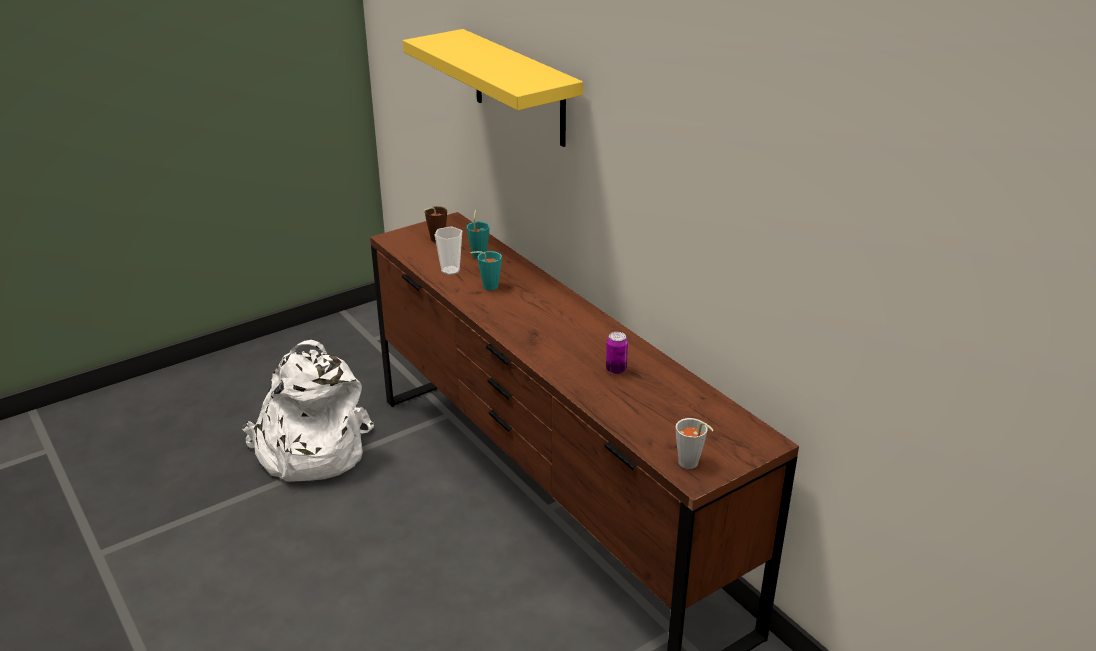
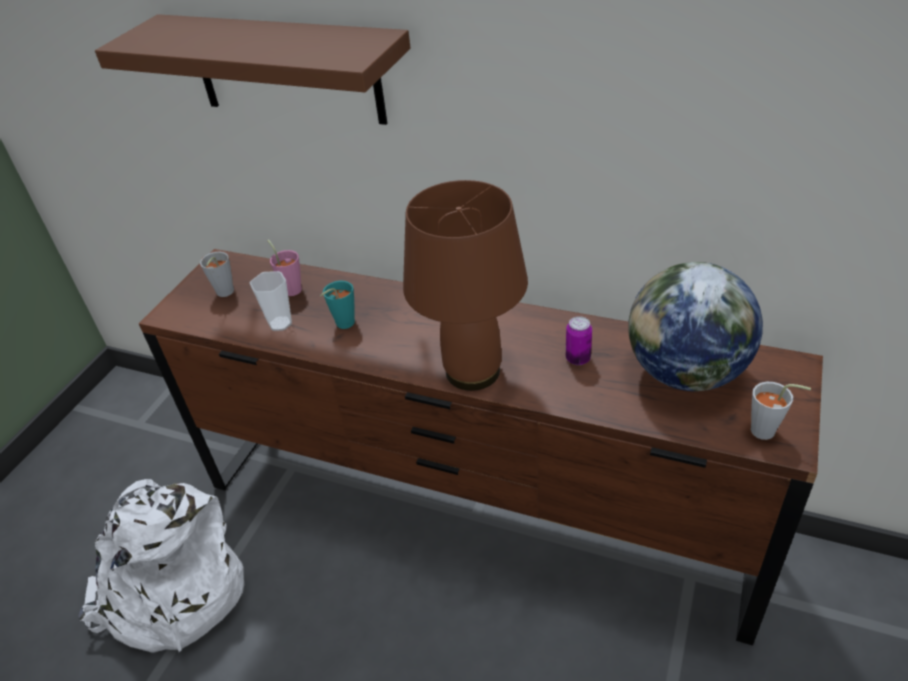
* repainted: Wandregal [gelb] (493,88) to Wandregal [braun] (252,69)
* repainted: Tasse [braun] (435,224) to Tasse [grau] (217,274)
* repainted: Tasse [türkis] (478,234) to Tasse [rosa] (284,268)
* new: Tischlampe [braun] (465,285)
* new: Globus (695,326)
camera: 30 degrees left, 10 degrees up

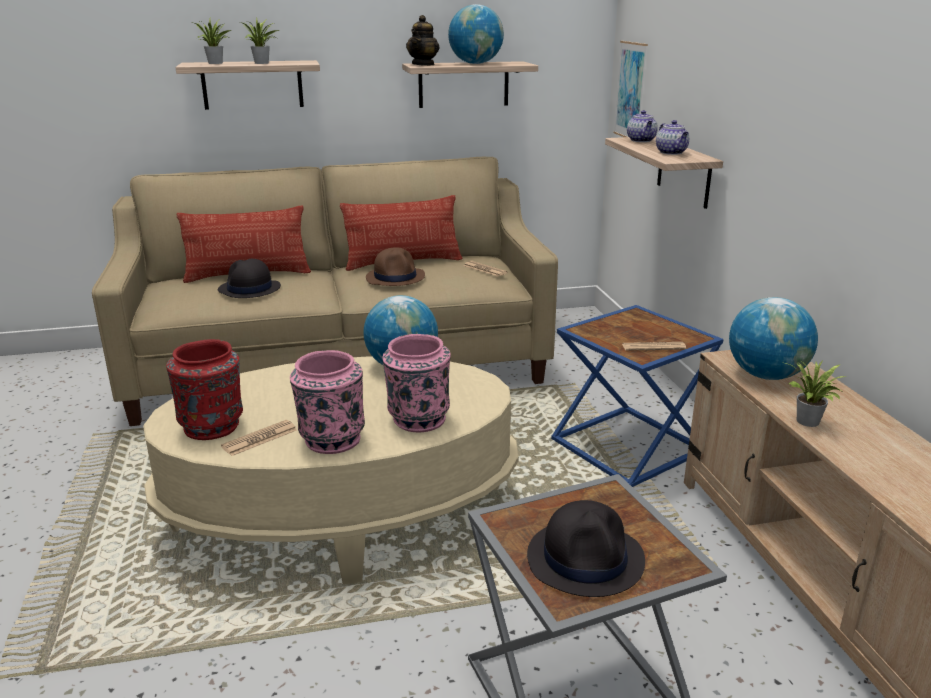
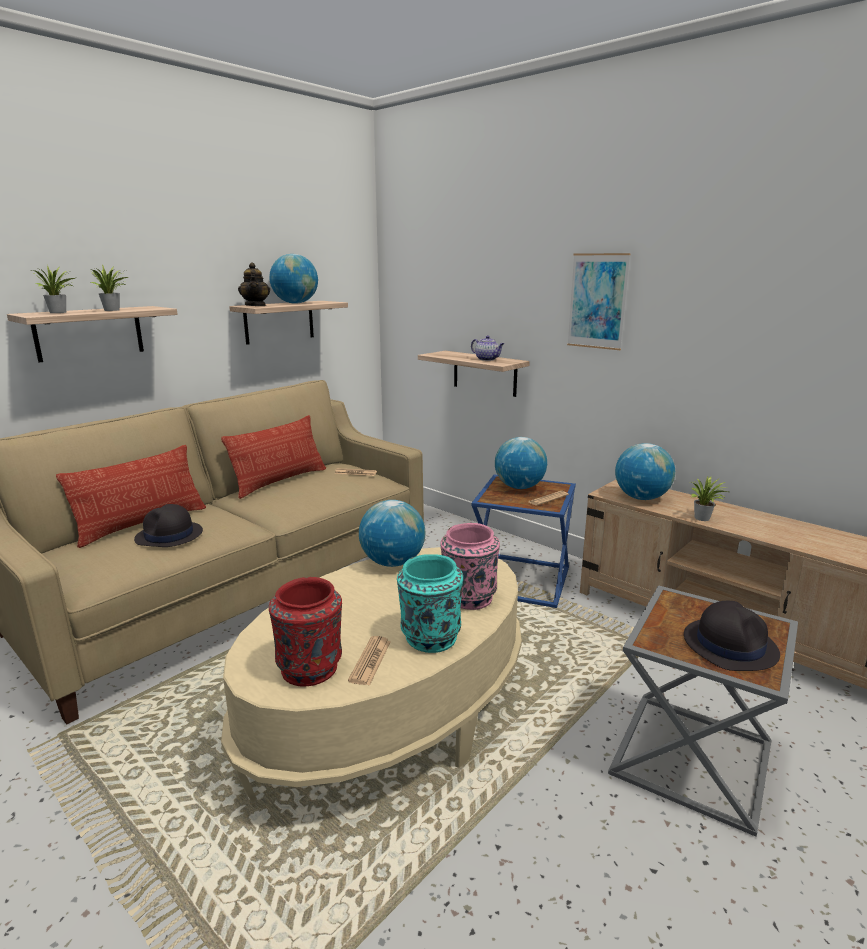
* repainted: Vase [rosa] (327,402) to Vase [türkis] (430,603)
* gone: Hut [braun] (395,266)
* shifted: Bild (630,89) to (599,301)
* gone: Teekanne (642,126)
* new: Globus (521,463)
camera: 35 degrees left, 5 degrees down

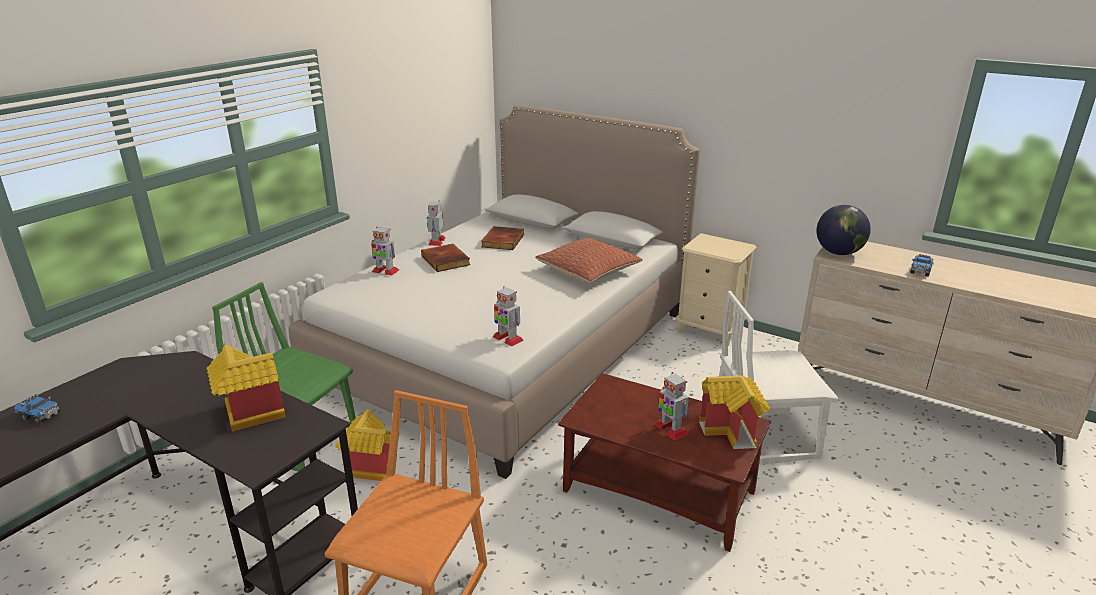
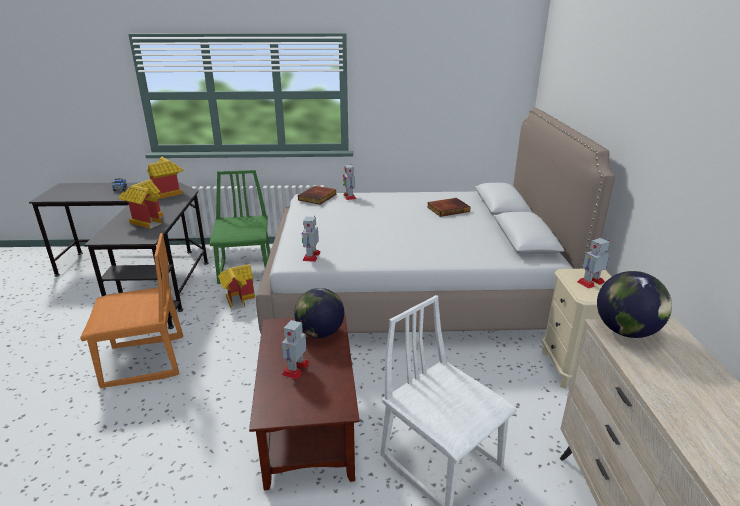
* shifted: Buch (445,258) to (317,195)
* shifted: Spielzeugroboter (436,223) to (593,263)
* gone: Kissen (588,260)
* shifted: Spielzeughaus (734,412) to (165,178)
* gone: Spielzeuglaster (922,265)
* new: Globus (319,313)
camera: 55 degrees right, 0 degrees up

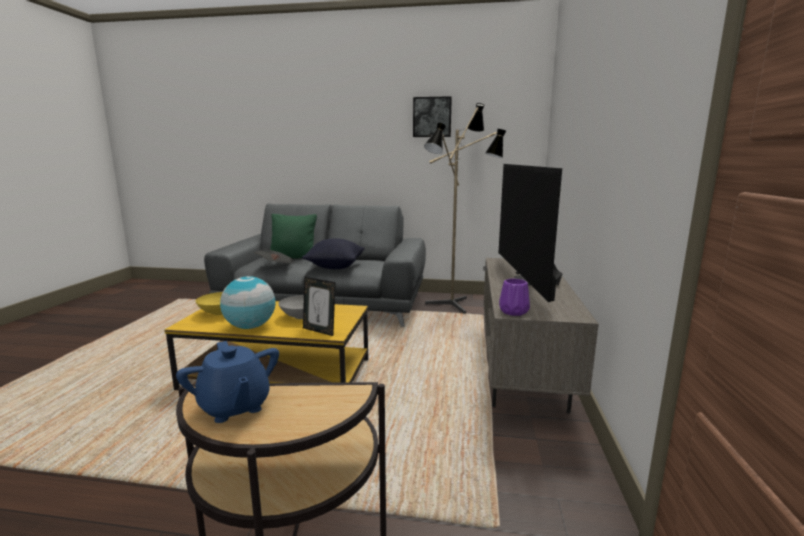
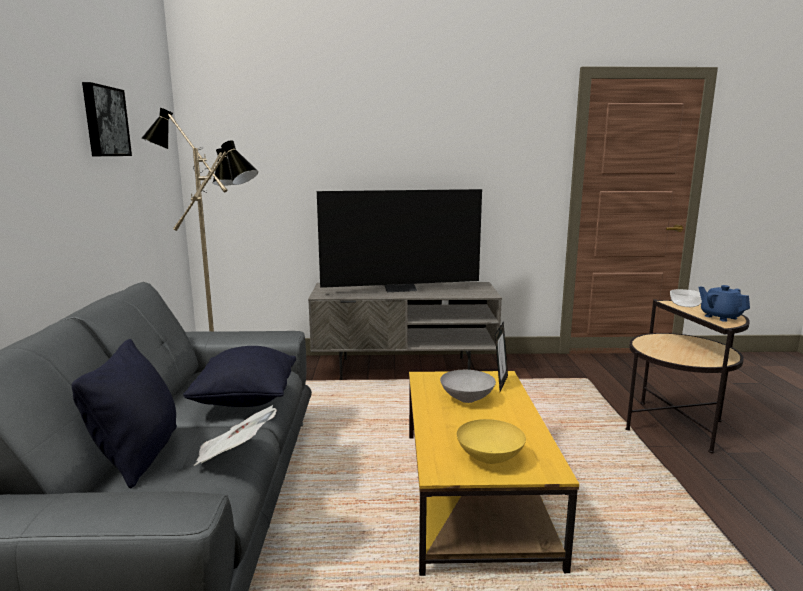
* rotated: Teekanne [blau] (227,382) = (724,303) 75 degrees counterclockwise
* gone: Globus (248,302)
* repainted: Kissen [grün] (293,236) to Kissen [schwarz] (124,413)
* gone: Vase [lila] (514,297)
* new: Schüssel (686,298)
camera: 100 degrees left, 0 degrees up

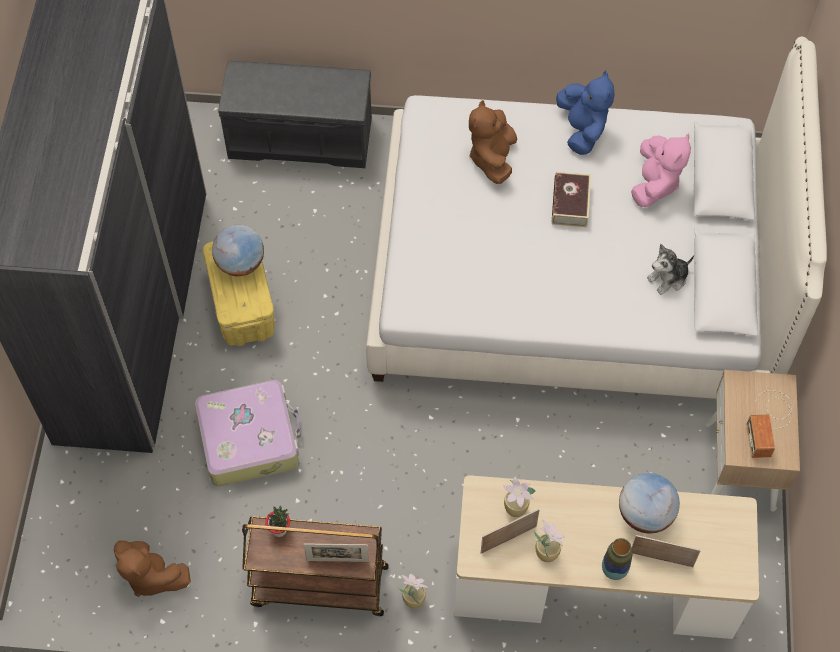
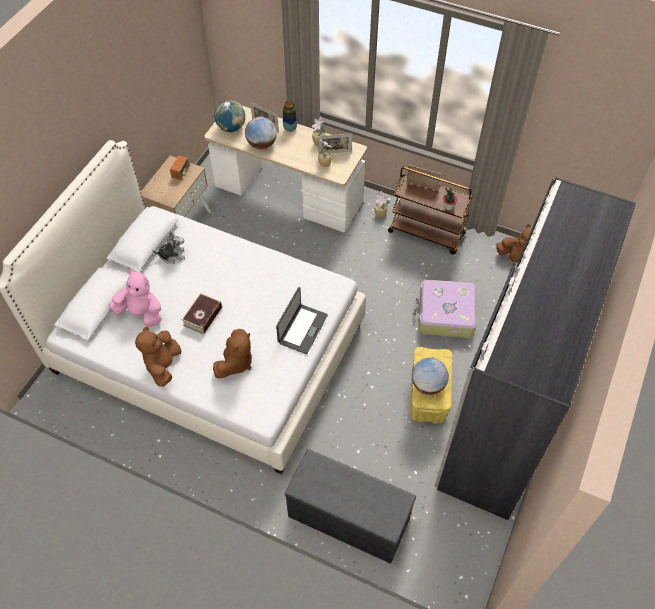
* repainted: Plüschtier [blau] (585,113) to Plüschtier [braun] (158,356)
* rotated: Plüschtier [rosa] (661,170) = (135,298) 75 degrees clockwise
* new: Globus (229,116)
* new: Laptop (302,320)
camera: 160 degrees left, 5 degrees down

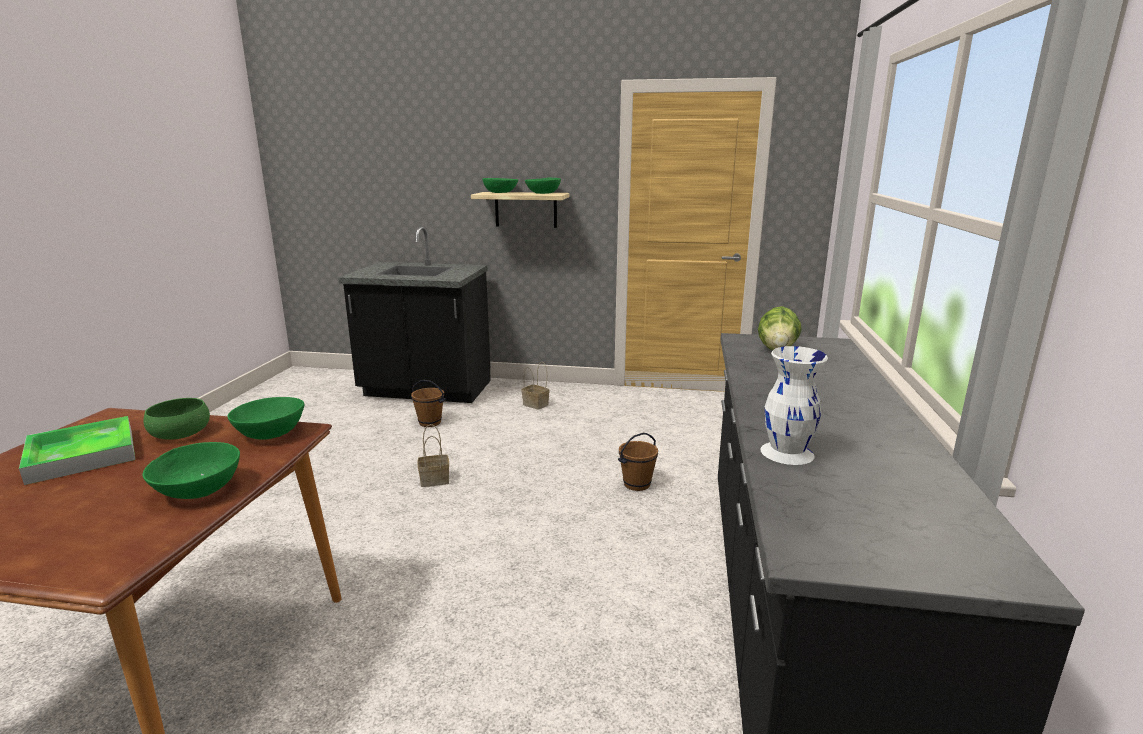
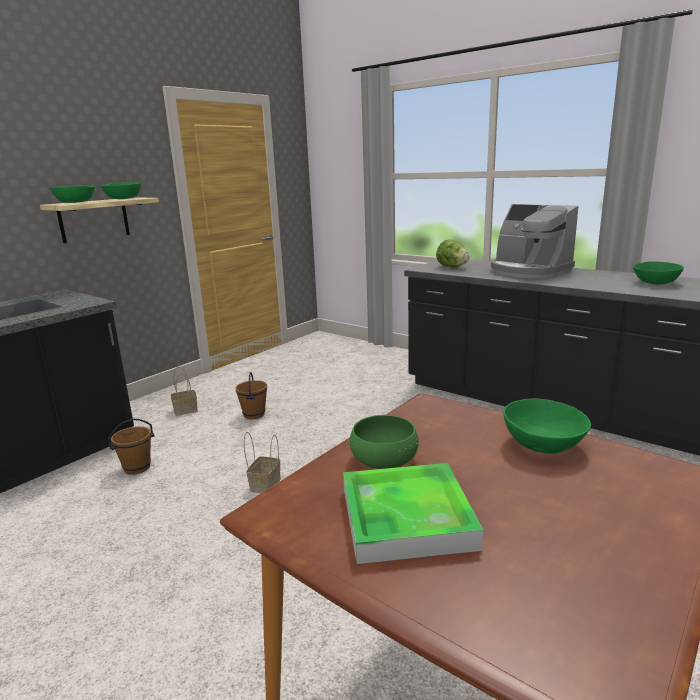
* shifted: Schüssel [grün] (266,418) to (658,272)
* shifted: Eimer [braun] (638,462) to (251,395)
* gone: Vase [weiß] (794,405)
* new: Kaffeemaschine (534,241)
camera: 60 degrees left, 0 degrees up

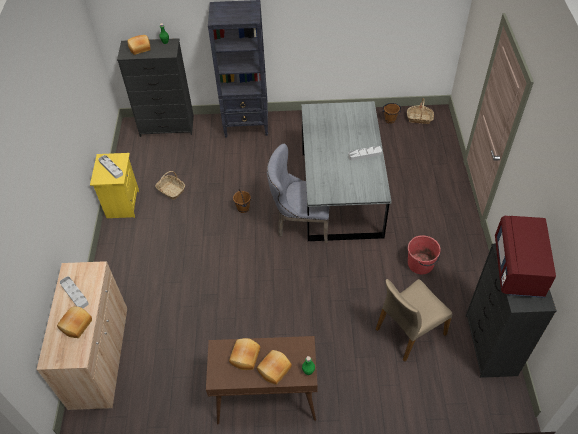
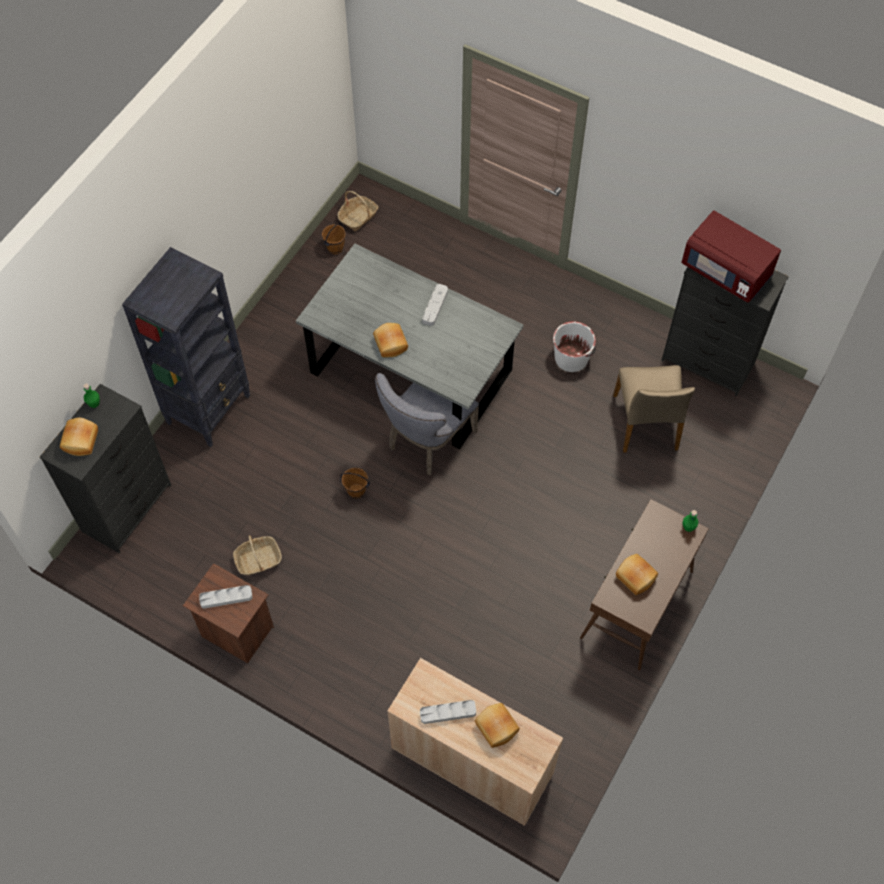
* repainted: Nachttisch [gelb] (114,185) to Nachttisch [braun] (228,613)
* shifted: Brot (274,367) to (390,340)
* repainted: Eimer [rot] (424,254) to Eimer [weiß] (574,347)
camera: 60 degrees left, 10 degrees up

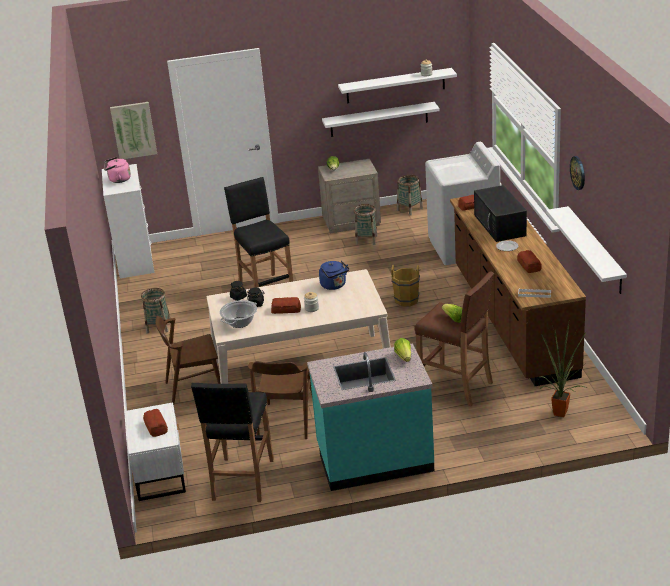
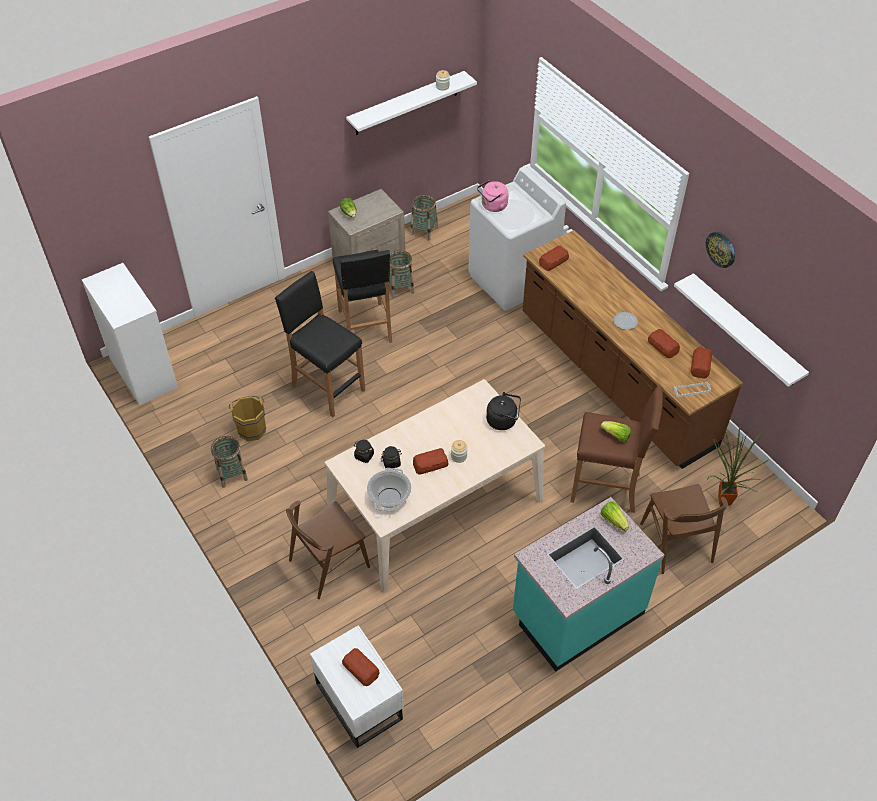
* shifted: Wasserkessel [rosa] (117,170) to (492,196)
* gone: Bild (133,130)
* shifted: Hocker [schwarz] (232,442) to (362,296)
* shifted: Stuhl [braun] (280,400) to (684,529)
* gone: Wasserkessel [blau] (334,275)
* gone: Wandregal [weiß] (381,119)
* shifted: Eimer [braun] (405,285) to (247,418)
* gone: Mikrowelle [schwarz] (500,213)
* new: Wasserkessel [schwarz] (503,411)
* new: Brot (701,363)
camera: 25 degrees left, 20 degrees up

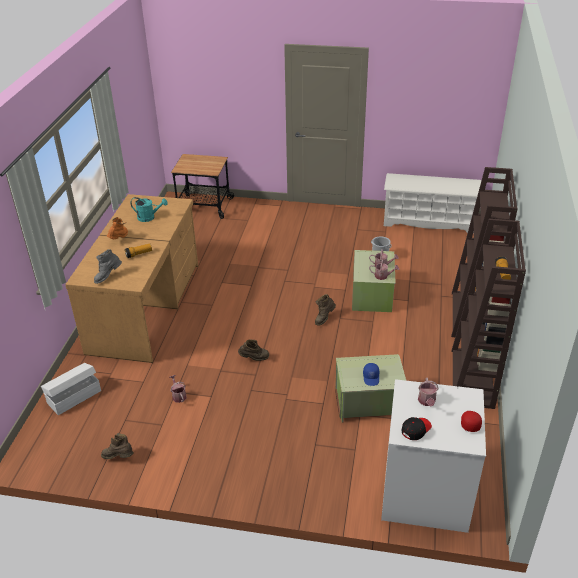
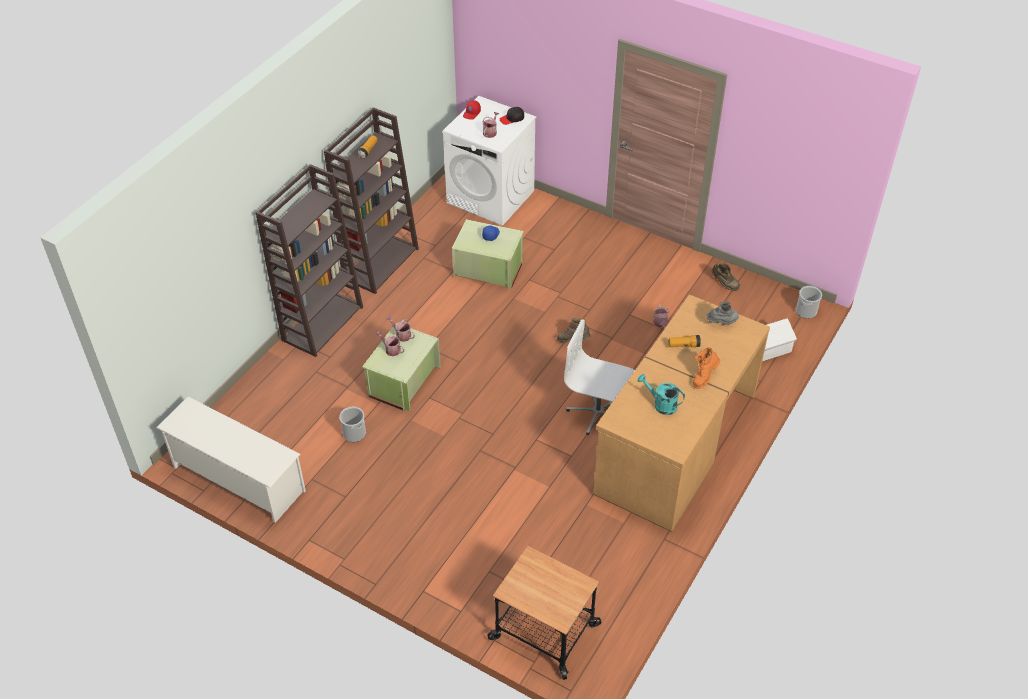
* gone: Stiefel [braun] (325,310)
* new: Bürostuhl [weiß] (599,377)
* new: Eimer (809,302)
camera: 160 degrees left, 10 degrees up

